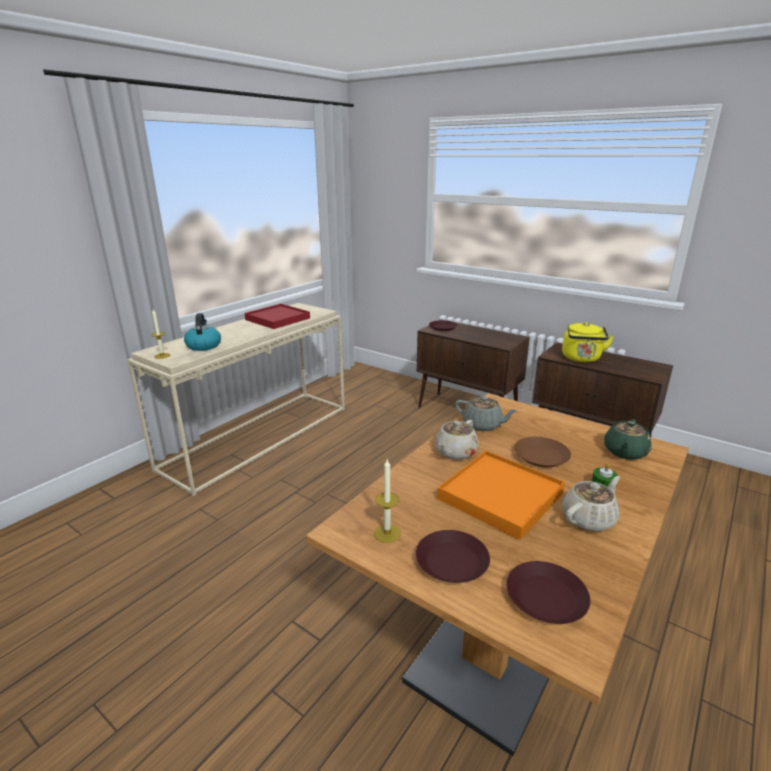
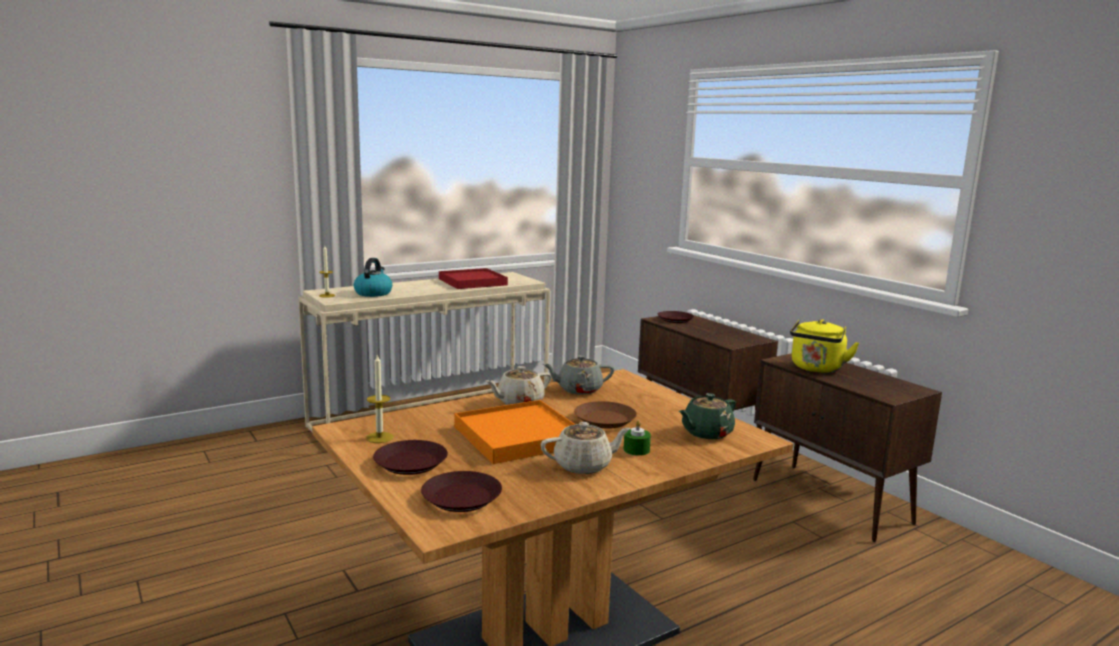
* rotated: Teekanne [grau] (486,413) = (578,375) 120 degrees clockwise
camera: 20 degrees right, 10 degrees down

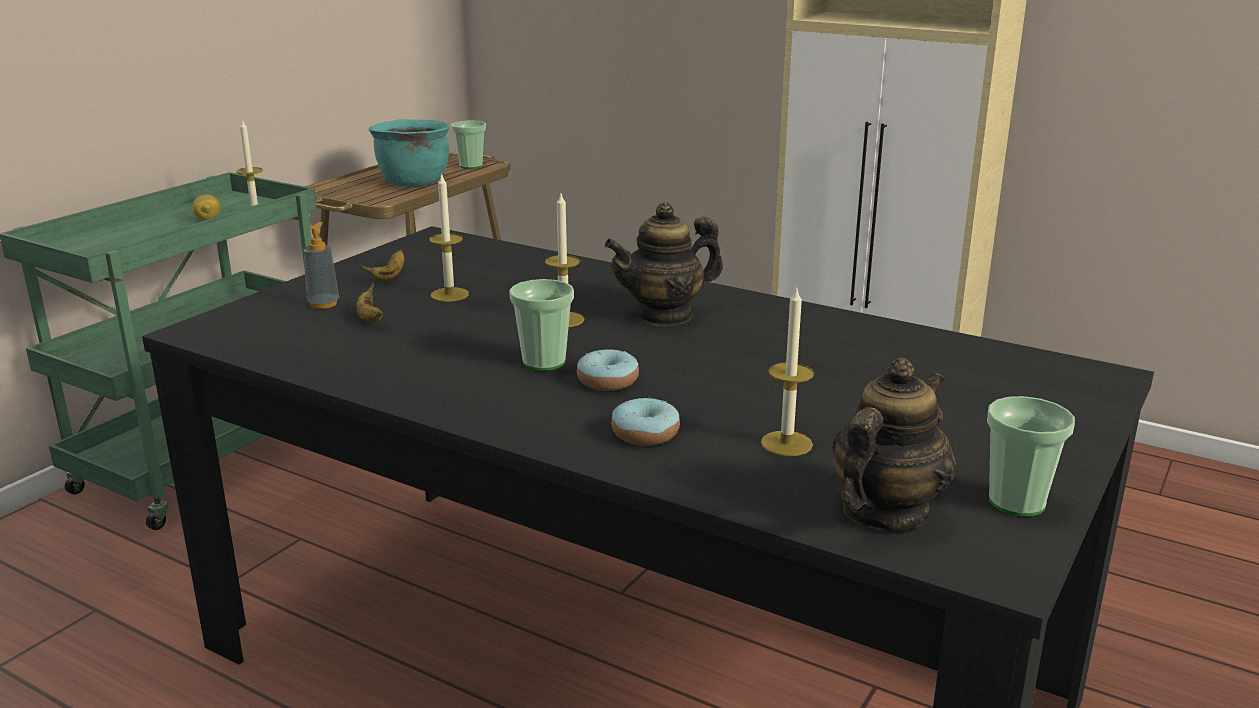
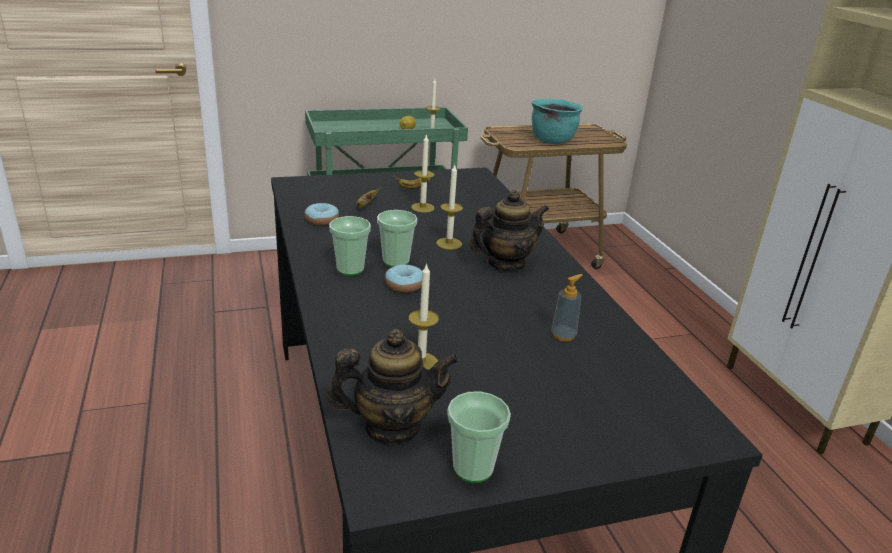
* shifted: Seifenspender (321,265) to (567,308)
* shifted: Tasse (468,145) to (350,246)
* rotated: Teekanne (664,264) = (509,230) 135 degrees clockwise
* shifted: Donut (645,421) to (322,214)
camera: 40 degrees right, 5 degrees up

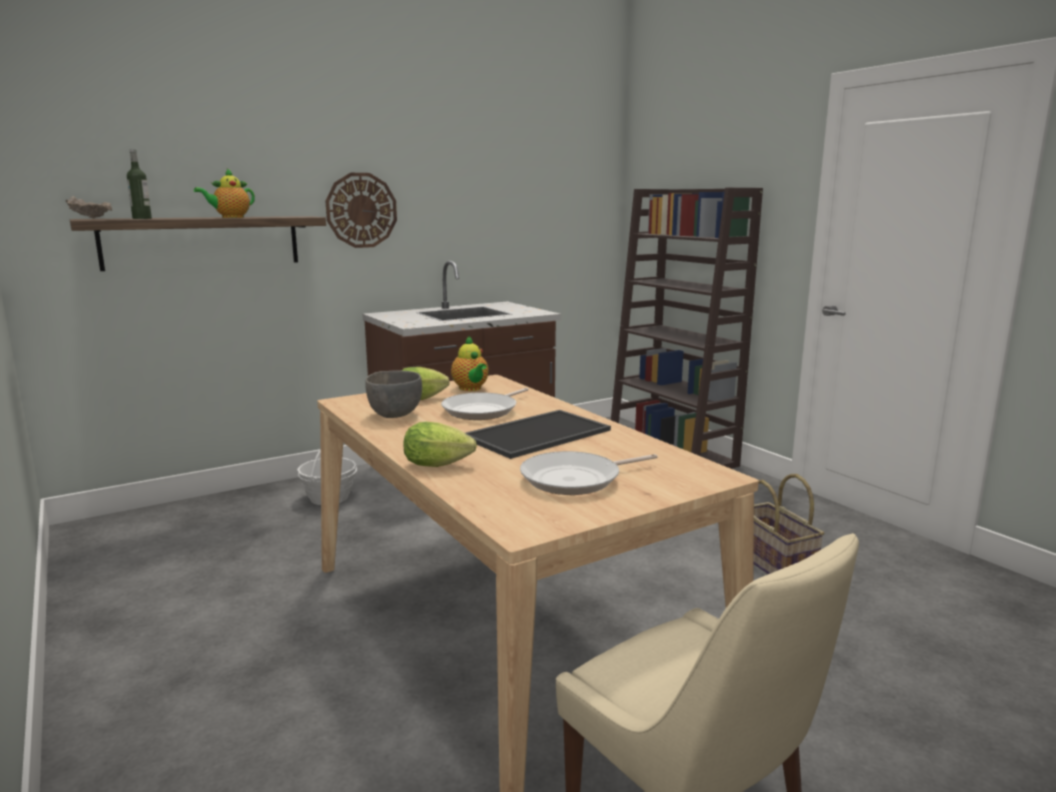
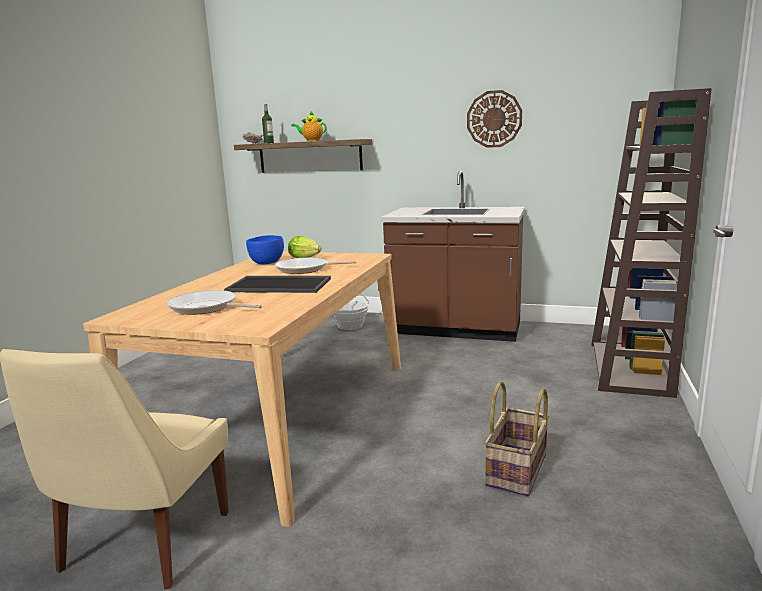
* shifted: Wanduhr (361,210) to (494,119)
* repainted: Schüssel [grau] (393,394) to Schüssel [blau] (265,249)
* gone: Salatkopf (440,444)
* gone: Teekanne (470,363)
camera: 50 degrees right, 0 degrees up

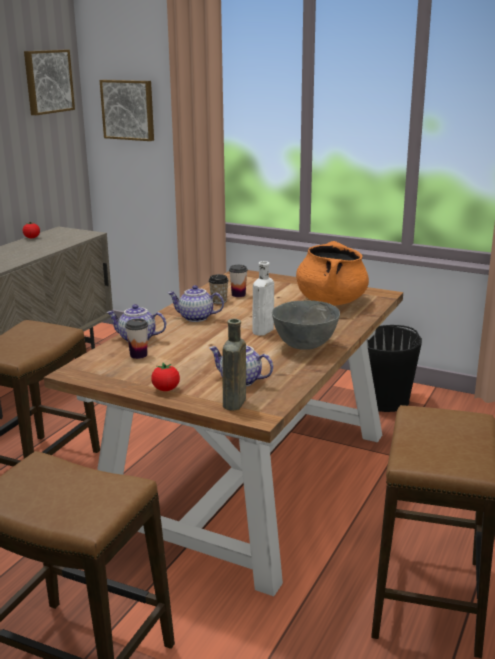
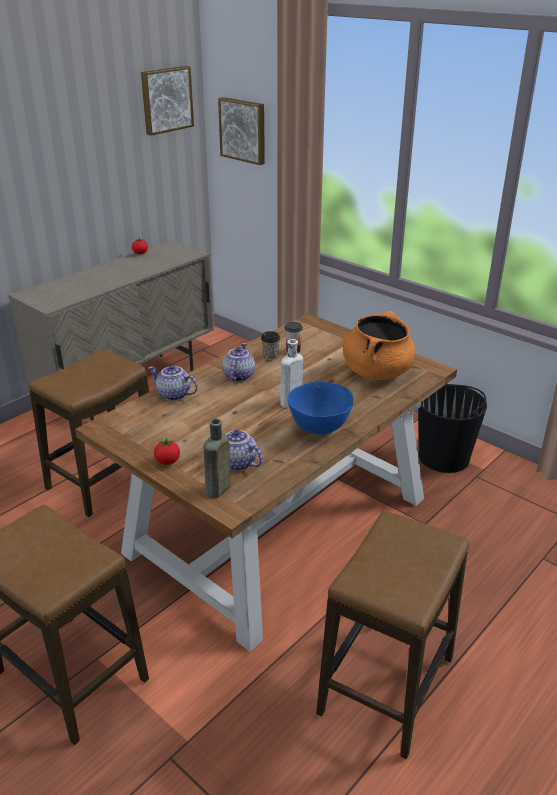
* gone: Tasse (136,339)
* rotated: Teekanne (196,303) = (238,362) 75 degrees clockwise
* repainted: Schüssel [grau] (306,325) to Schüssel [blau] (320,408)
camera: 15 degrees right, 10 degrees up

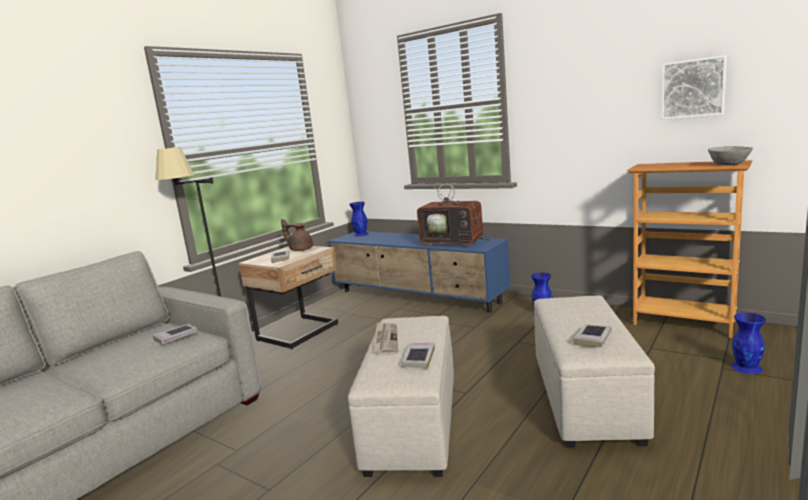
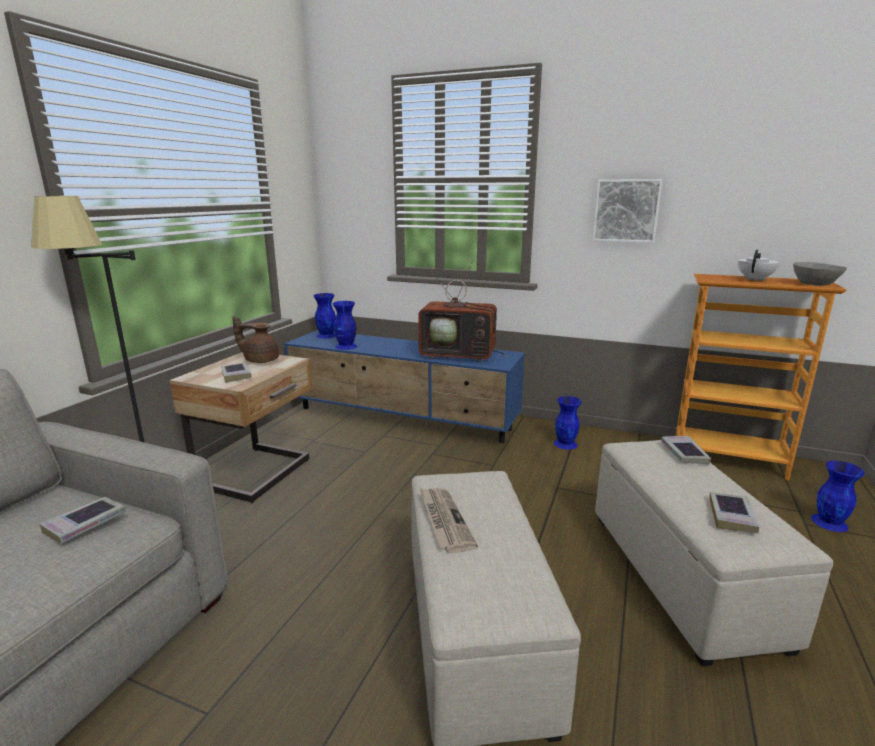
* shifted: Buch (418,355) to (686,450)
* shifted: Bild (694,87) to (627,211)
* new: Vase [blau] (345,325)
* new: Teekanne [weiß] (758,265)
camera: 15 degrees left, 5 degrees up

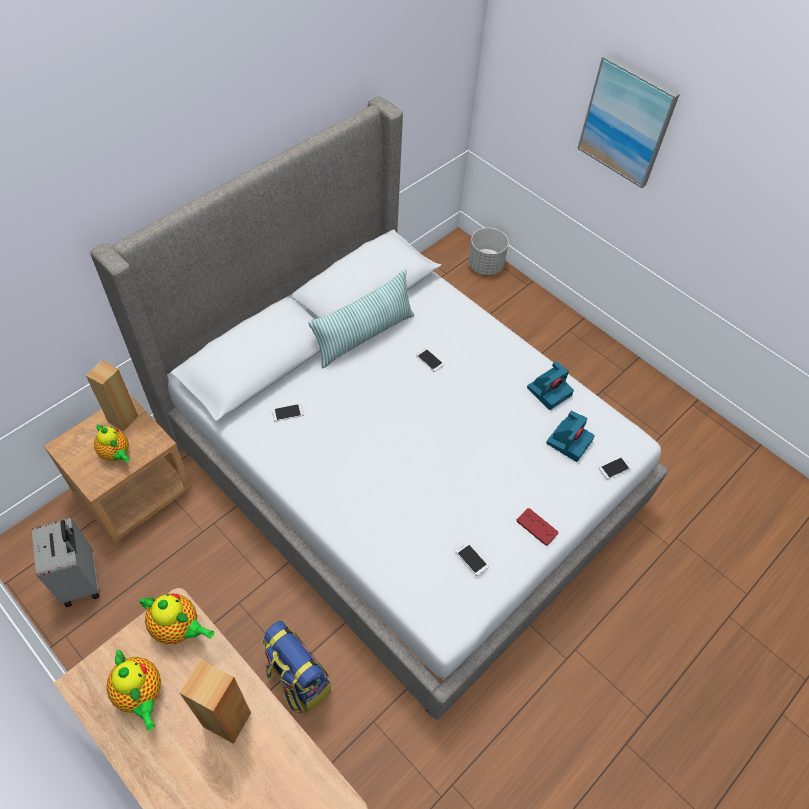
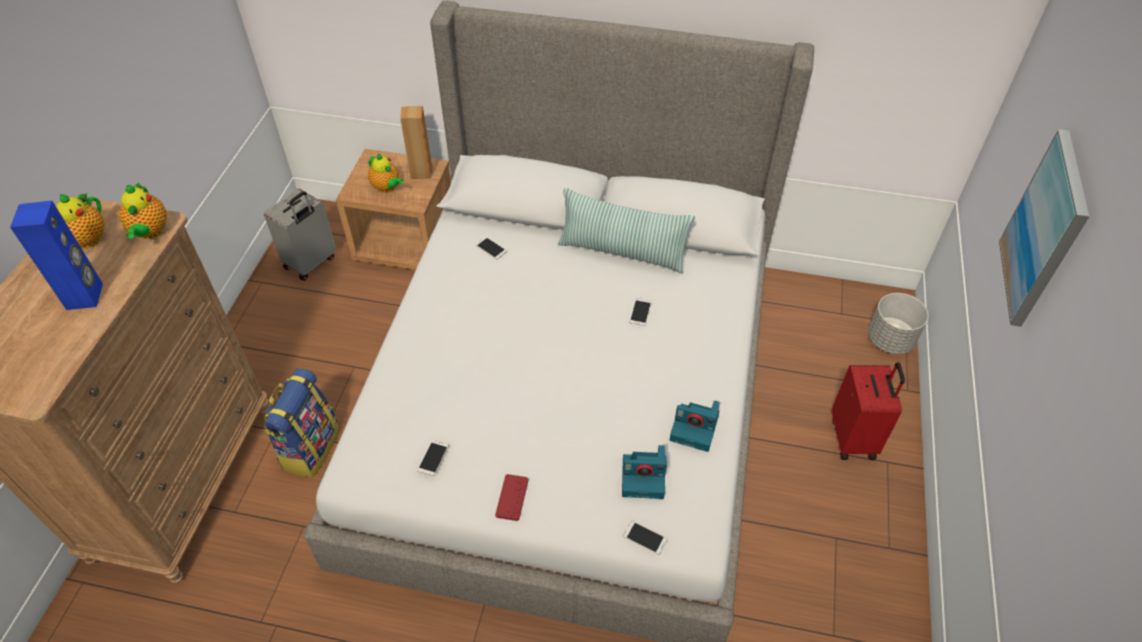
* rotated: Teekanne (112,443) = (386,173) 60 degrees counterclockwise
* repainted: Lautsprecher [braun] (215,701) to Lautsprecher [blau] (56,255)
* new: Koffer [rot] (868,411)
camera: 60 degrees right, 5 degrees down

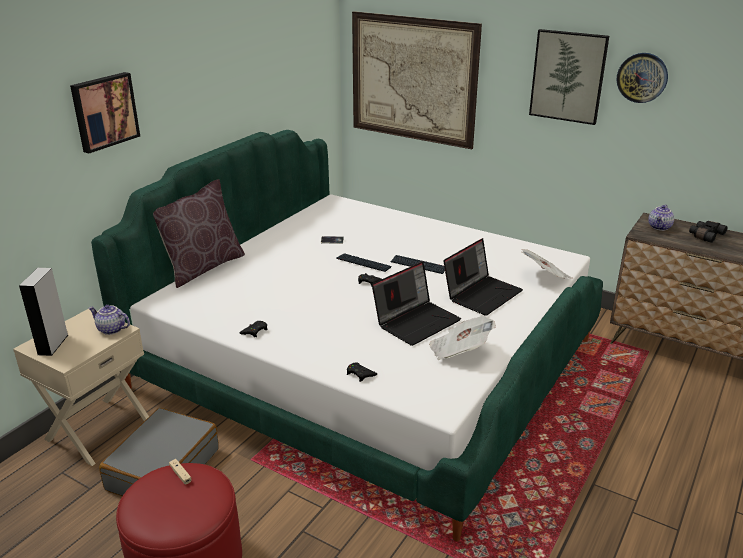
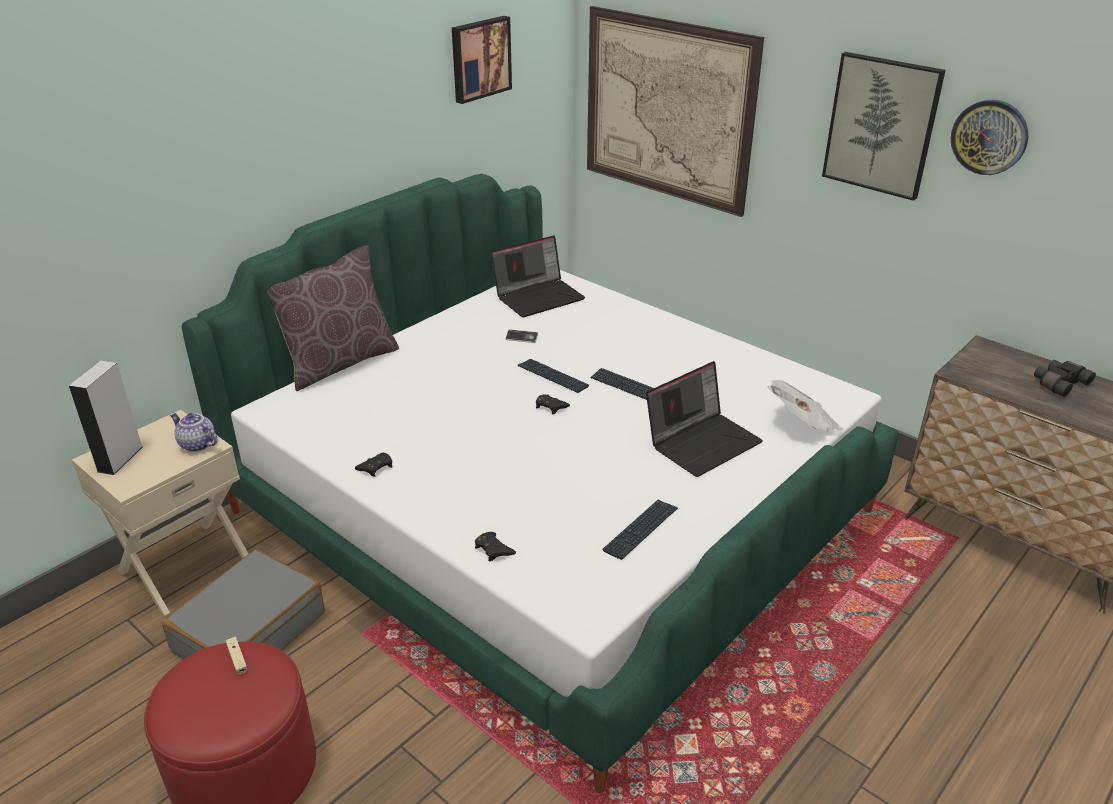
* shifted: Bild (105,112) to (482,60)
* shifted: Laptop (416,304) to (538,276)
* swapped: Zeitung (462,338) to Tastatur (640,530)
* gone: Teekanne (661,217)
camera: 10 degrees right, 5 degrees up

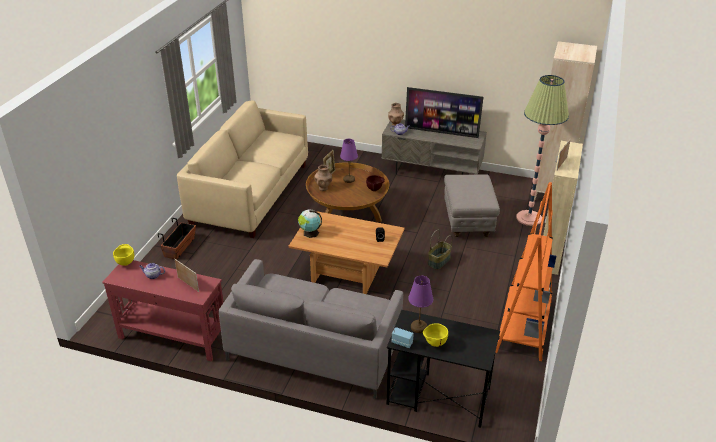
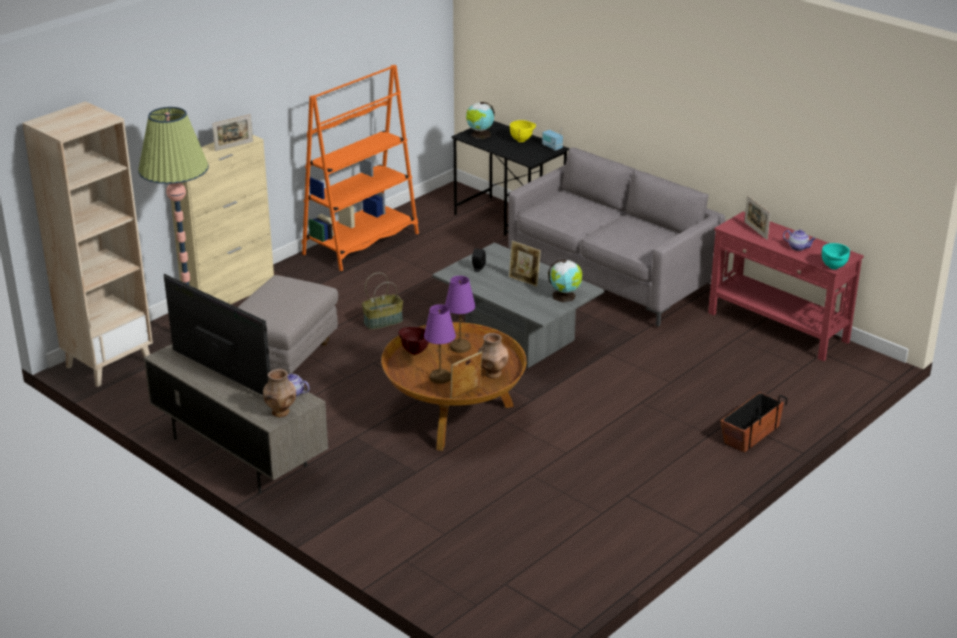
* repainted: Schüssel [gelb] (123,255) to Schüssel [türkis] (836,256)
* gone: Sofa [beige] (242,169)
* repainted: Couchtisch [braun] (346,252) to Couchtisch [grau] (518,305)
* shifted: Tischlampe [lila] (420,304) to (460,314)
* new: Globus (480,120)
* new: Bilderrahmen (525,264)
camera: 155 degrees left, 5 degrees down

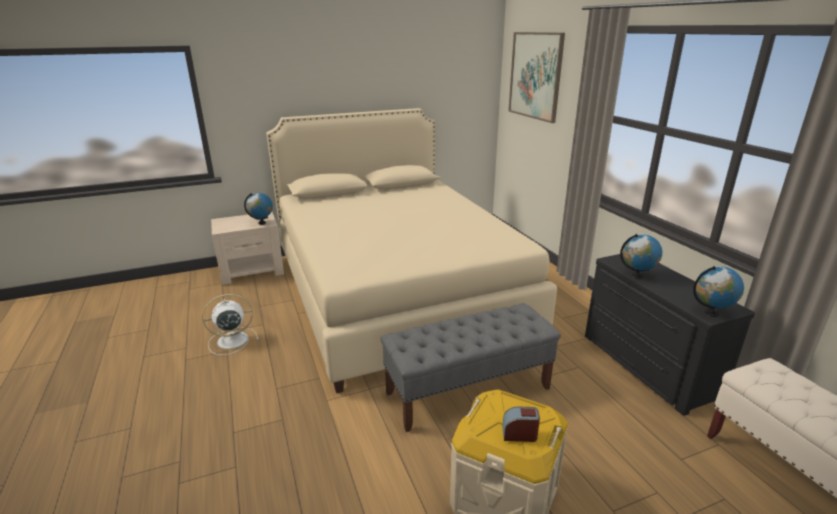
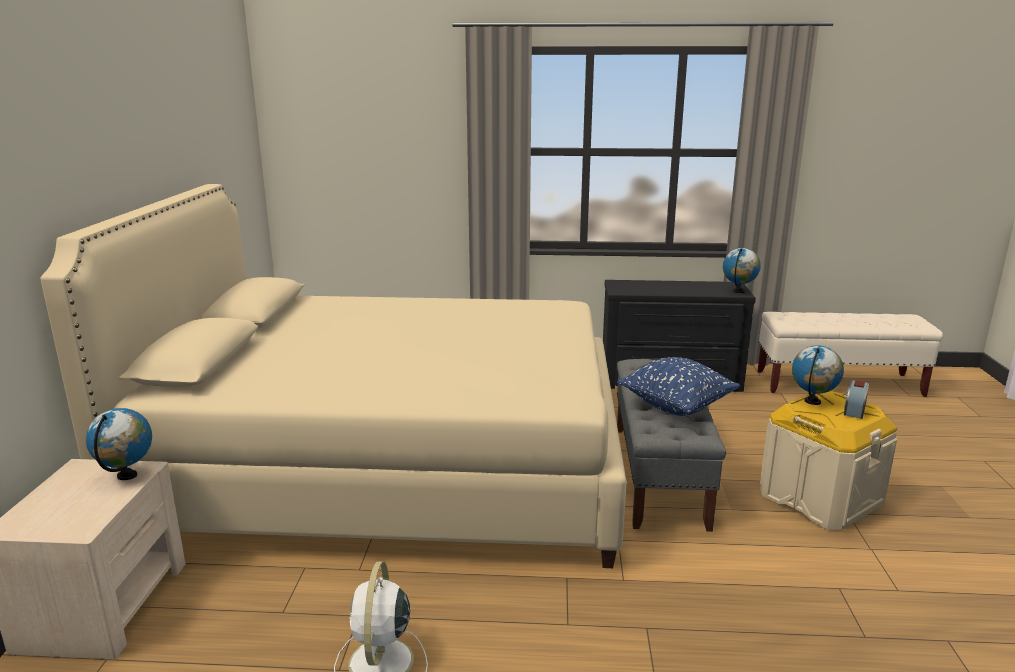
* gone: Bild (536,77)
* shifted: Globus (641,256) to (818,375)
* new: Kissen [blau] (678,386)
camera: 65 degrees left, 5 degrees down

